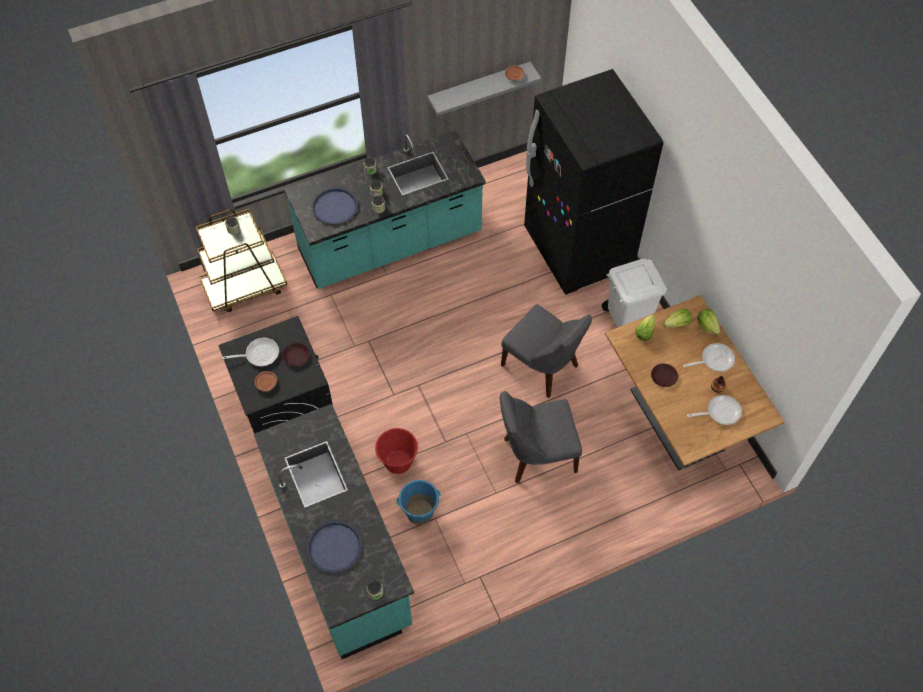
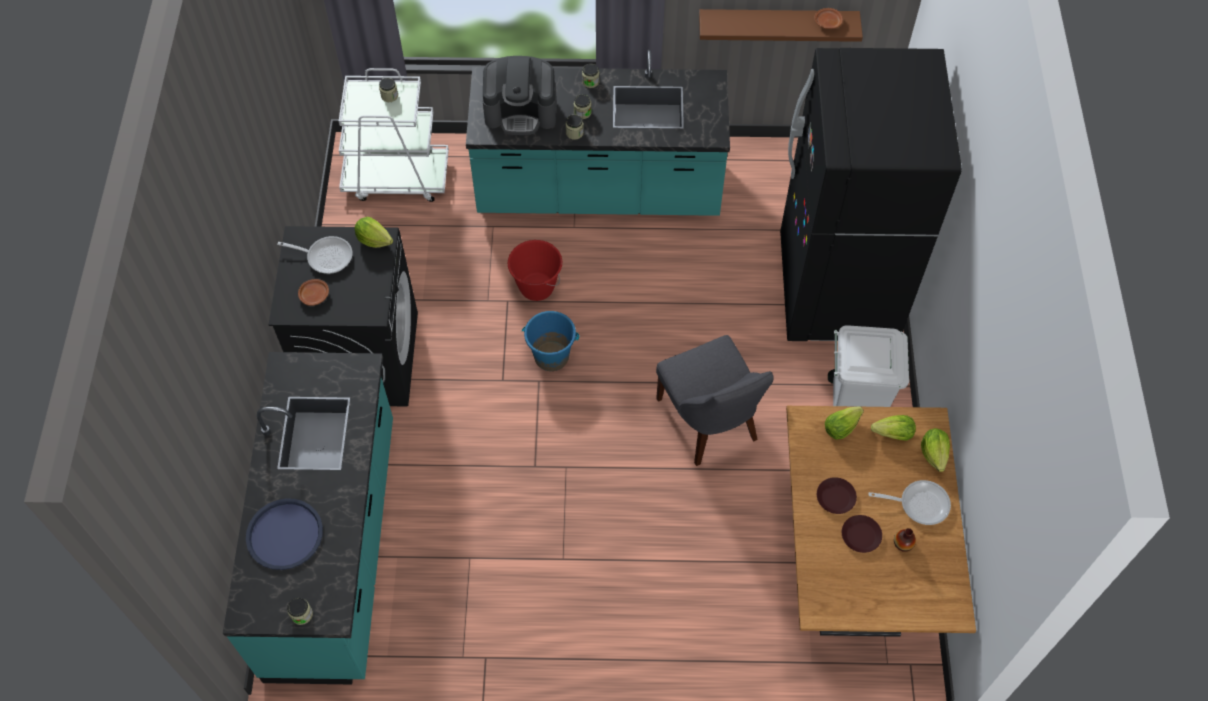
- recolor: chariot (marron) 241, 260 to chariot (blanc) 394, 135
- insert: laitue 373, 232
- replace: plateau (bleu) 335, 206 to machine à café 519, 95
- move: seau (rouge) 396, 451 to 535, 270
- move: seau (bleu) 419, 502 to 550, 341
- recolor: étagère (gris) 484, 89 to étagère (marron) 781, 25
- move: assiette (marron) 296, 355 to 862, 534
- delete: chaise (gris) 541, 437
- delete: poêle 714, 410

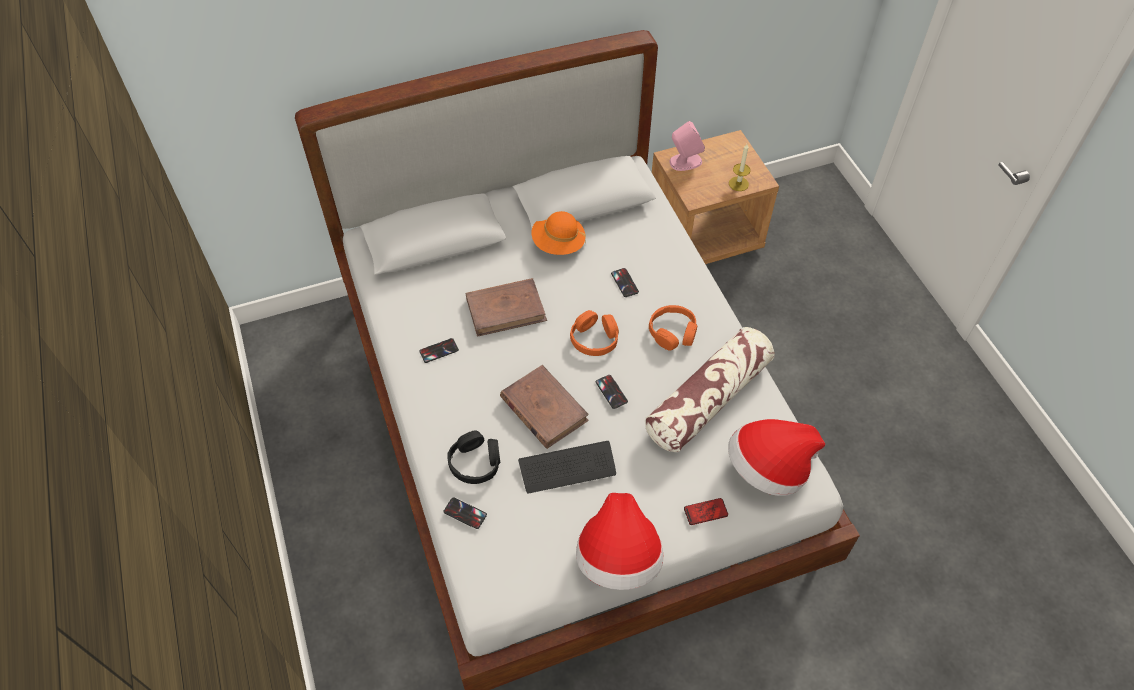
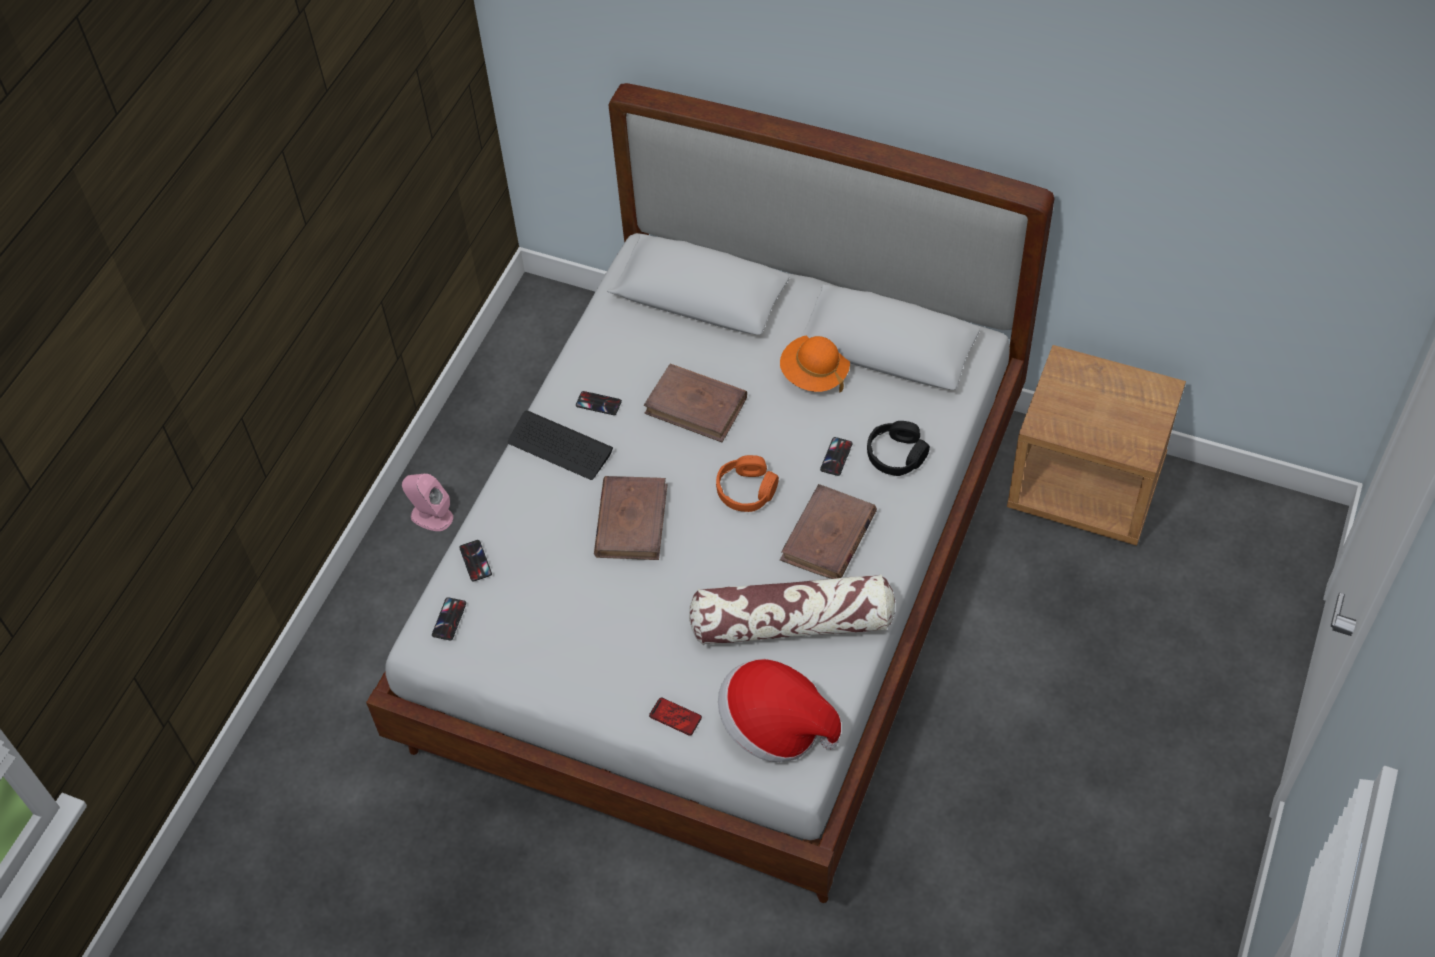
- move: enceinte (rose) 687, 146 to 427, 502
- move: téléphone 612, 392 to 449, 618
- move: clavier 567, 467 to 560, 445
- replace: casque audio (orange) 673, 328 to livre (marron) 828, 531
- move: casque audio (noir) 473, 457 to 898, 448
- delete: chapeau 619, 541
- delete: bougie 739, 167

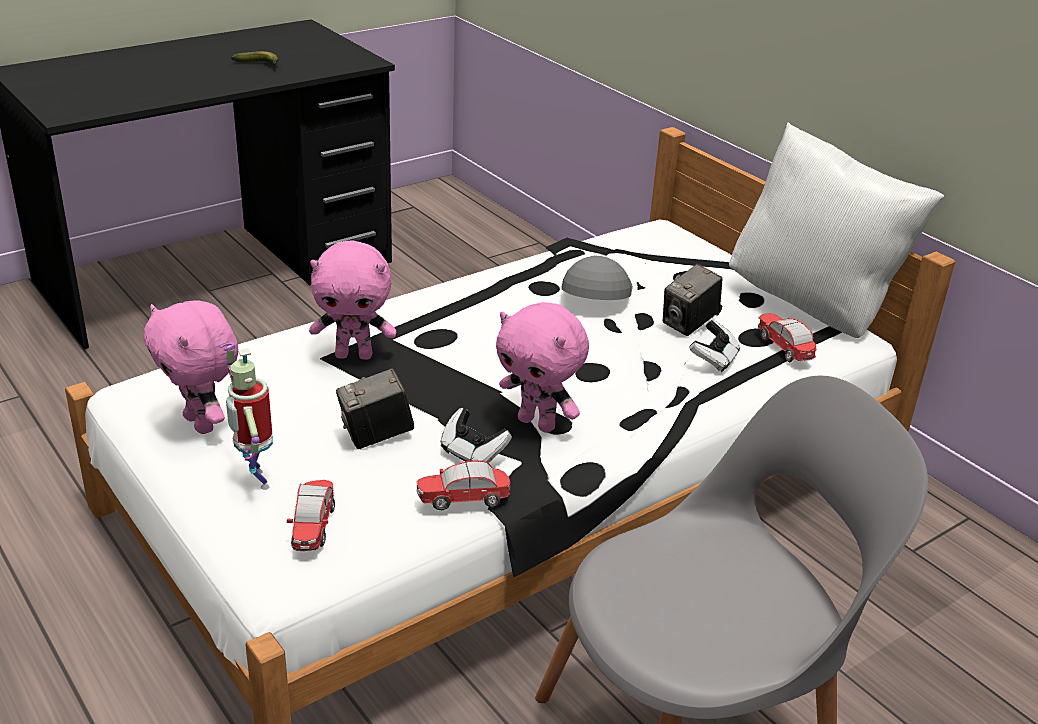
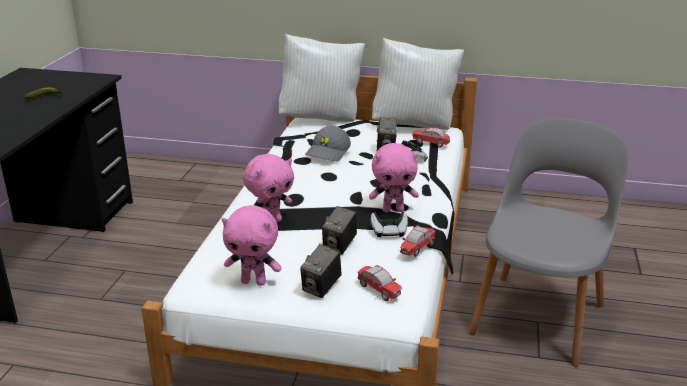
- insert: coussin (blanc) 322, 78
- replace: robot jouet 246, 416 to appareil photo 320, 271
- rotate: casquette (gris) 597, 278 = 328, 144 120 degrees counterclockwise

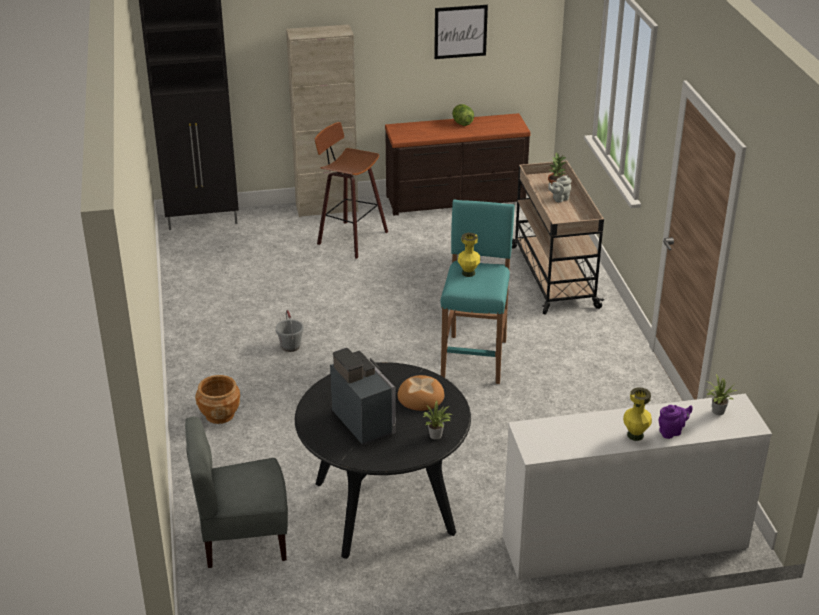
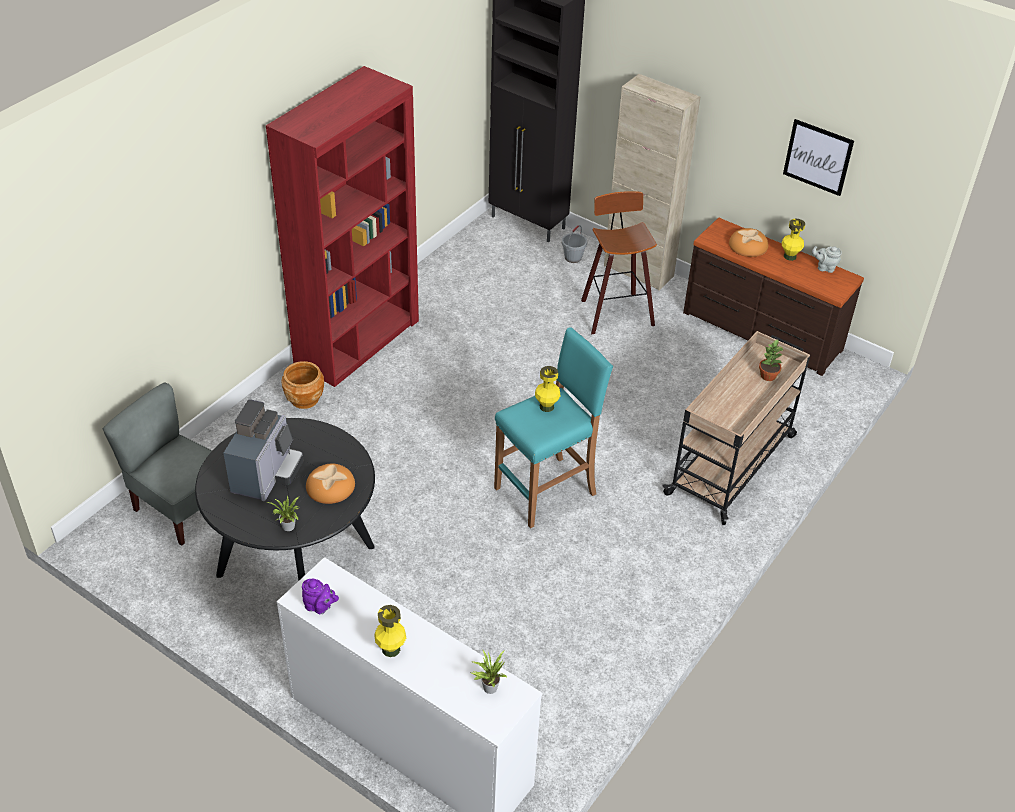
- insert: bibliothèque (rouge) 342, 226
- move: théière (violet) 676, 422 to 320, 596
- move: seau (gris) 290, 331 to 574, 244
- insert: pain 748, 242
- replace: laitue 463, 115 to vase (jaune) 793, 240
- move: théière (gris) 560, 188 to 827, 259

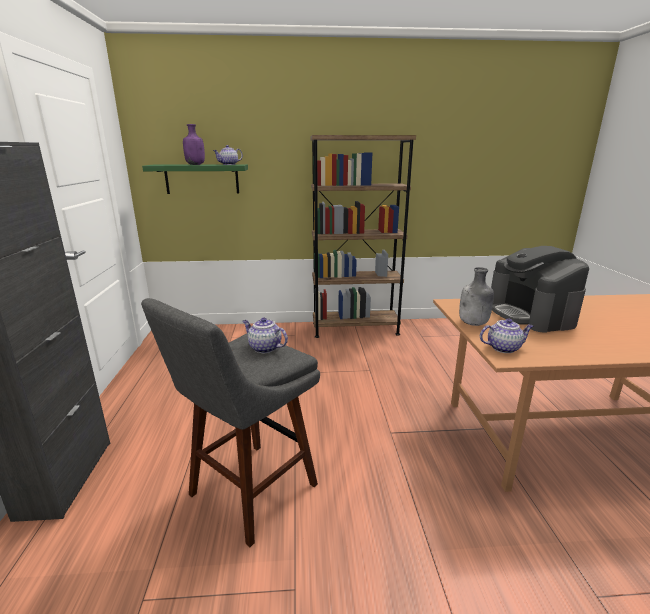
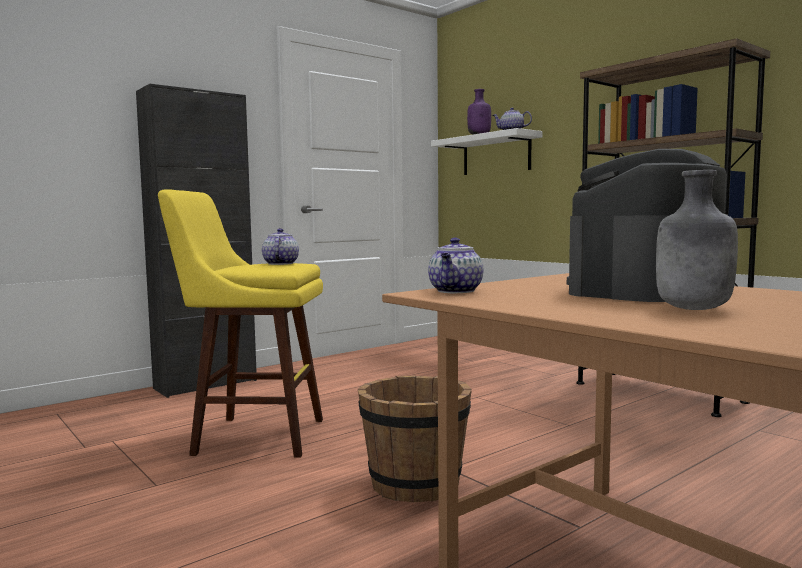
- recolor: tabouret (gris) 230, 422 to tabouret (jaune) 240, 323
- insert: seau (marron) 415, 439
- rotate: théière 506, 335 = 455, 265 60 degrees clockwise
- recolor: étagère (vert) 195, 179 to étagère (blanc) 486, 151
- move: bouteille (gris) 476, 296 to 697, 240

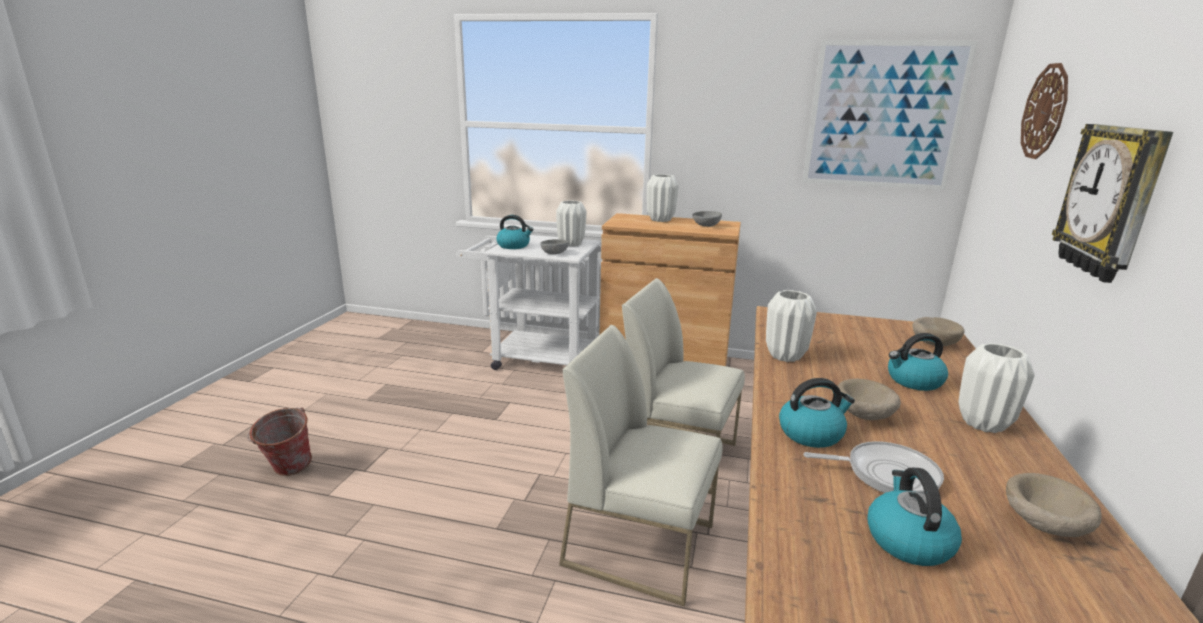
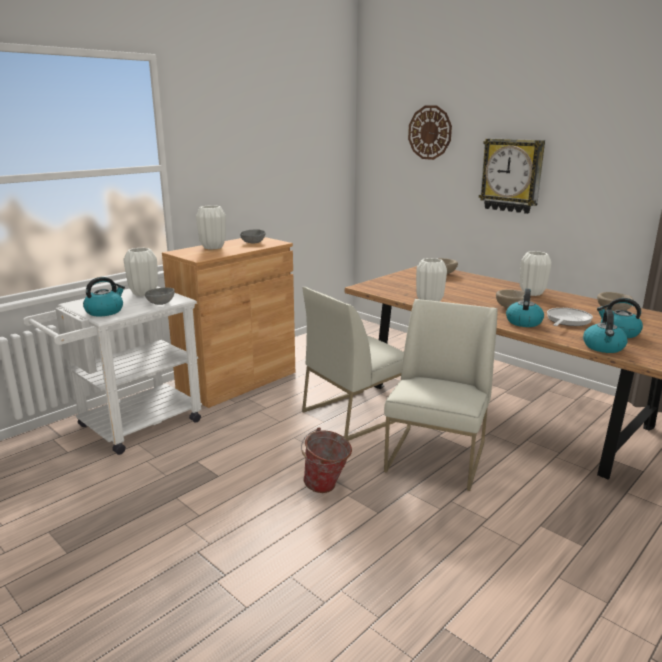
- move: seau 279, 441 to 326, 460
- rotate: chaise (blanc) 640, 465 = 440, 395 150 degrees clockwise
- move: bouilloire 918, 362 to 605, 331
- delete: tableau 890, 115

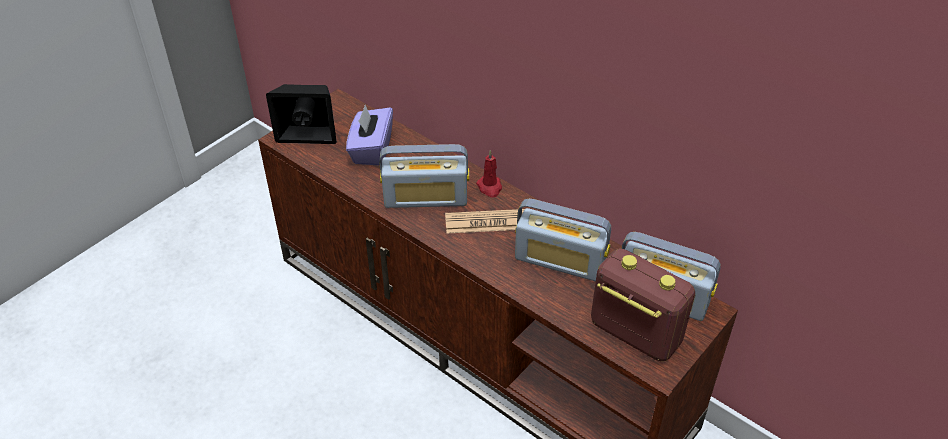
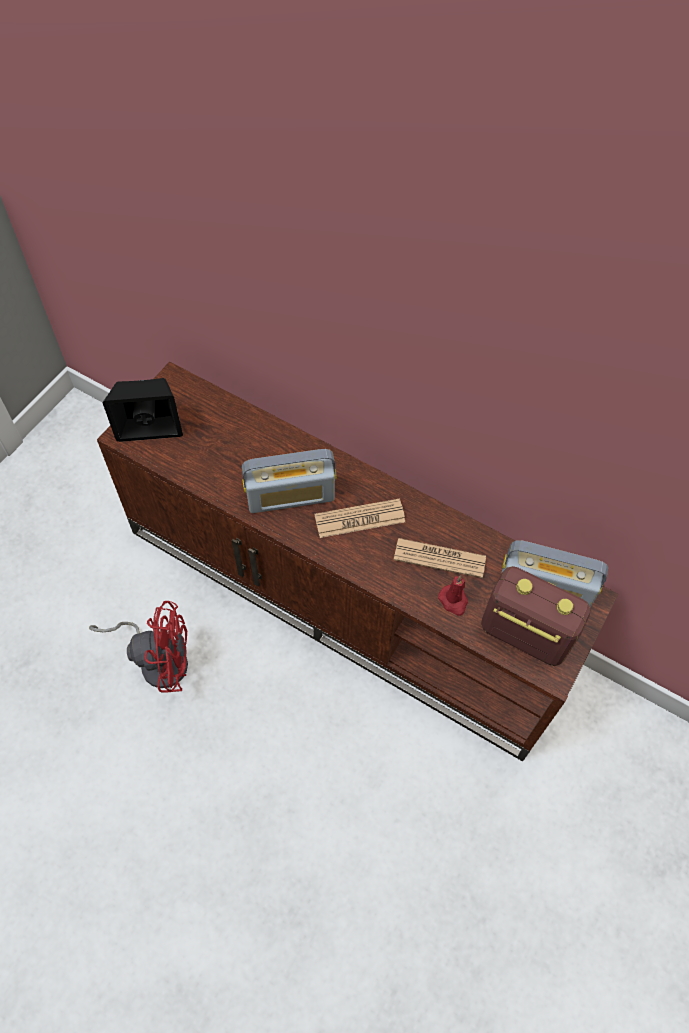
- insert: ventilateur (rouge) 138, 647
- replace: radio 563, 240 to journal 440, 558
- move: bougie (rouge) 489, 173 to 453, 596
- delete: boîte à mouchoirs (violet) 369, 135

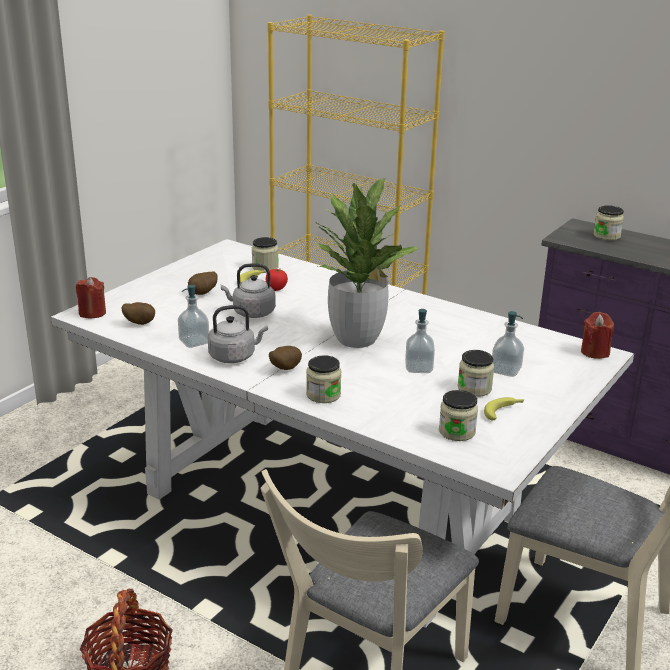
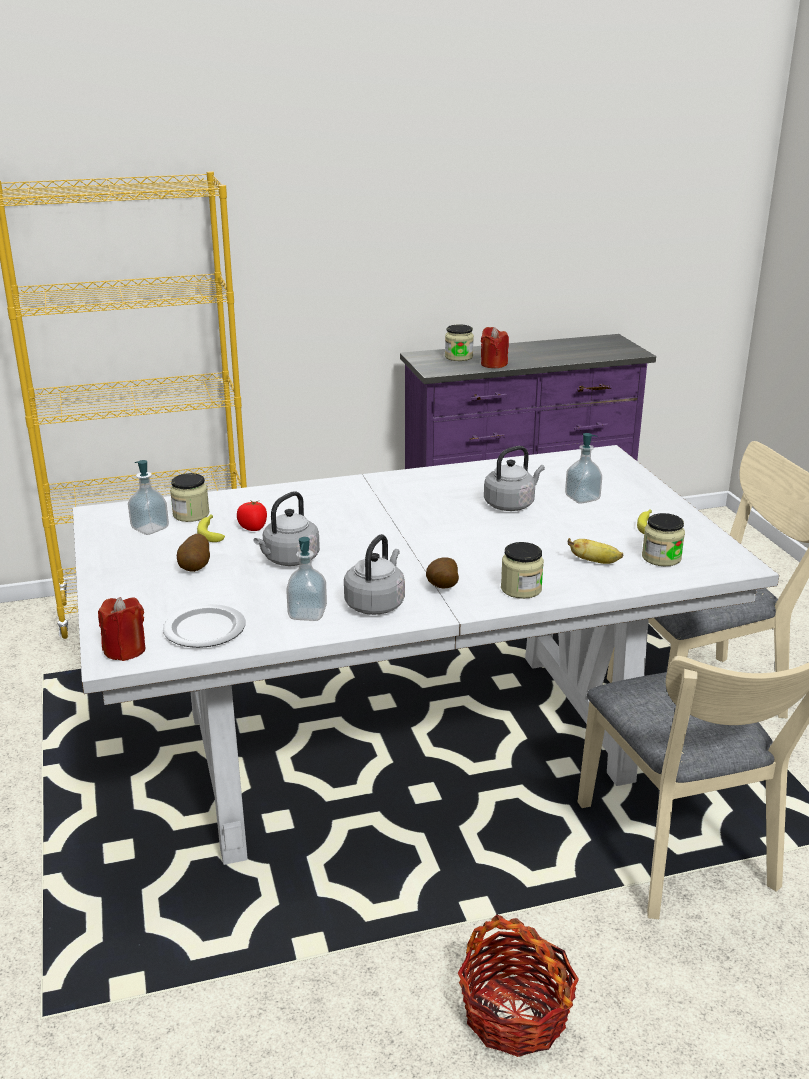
- move: distributeur de savon 420, 341 to 148, 497
- replace: pomme de terre 138, 313 to assiette 204, 626
- move: bougie (rouge) 597, 335 to 495, 347
- insert: bouilloire (gris) 514, 478
- insert: banane 595, 551
- delete: plante en pot 367, 263
- delete: bocal 476, 373

